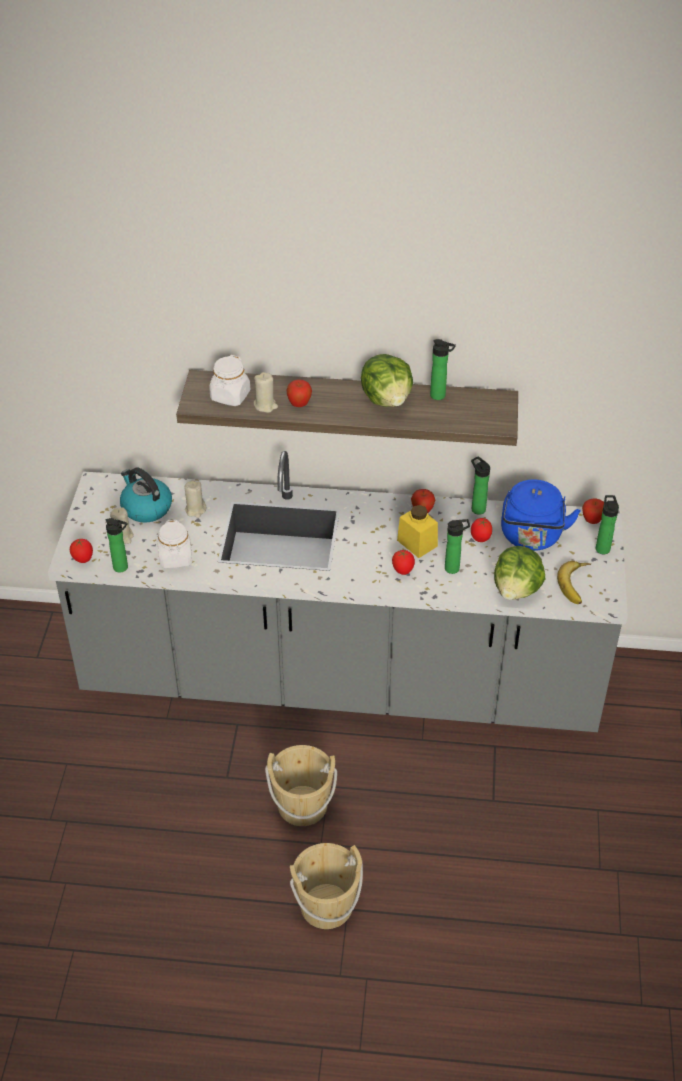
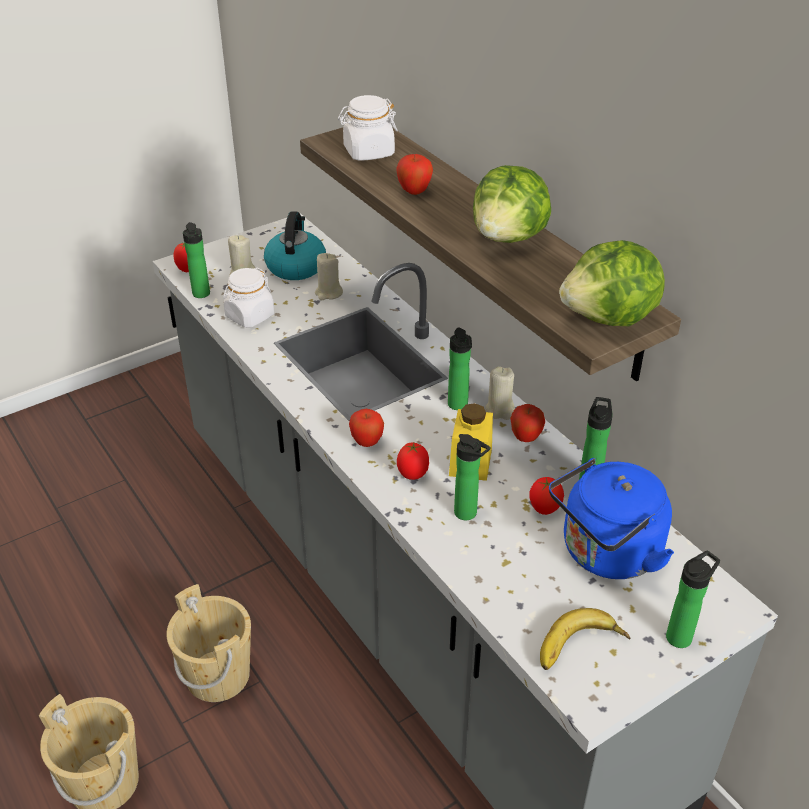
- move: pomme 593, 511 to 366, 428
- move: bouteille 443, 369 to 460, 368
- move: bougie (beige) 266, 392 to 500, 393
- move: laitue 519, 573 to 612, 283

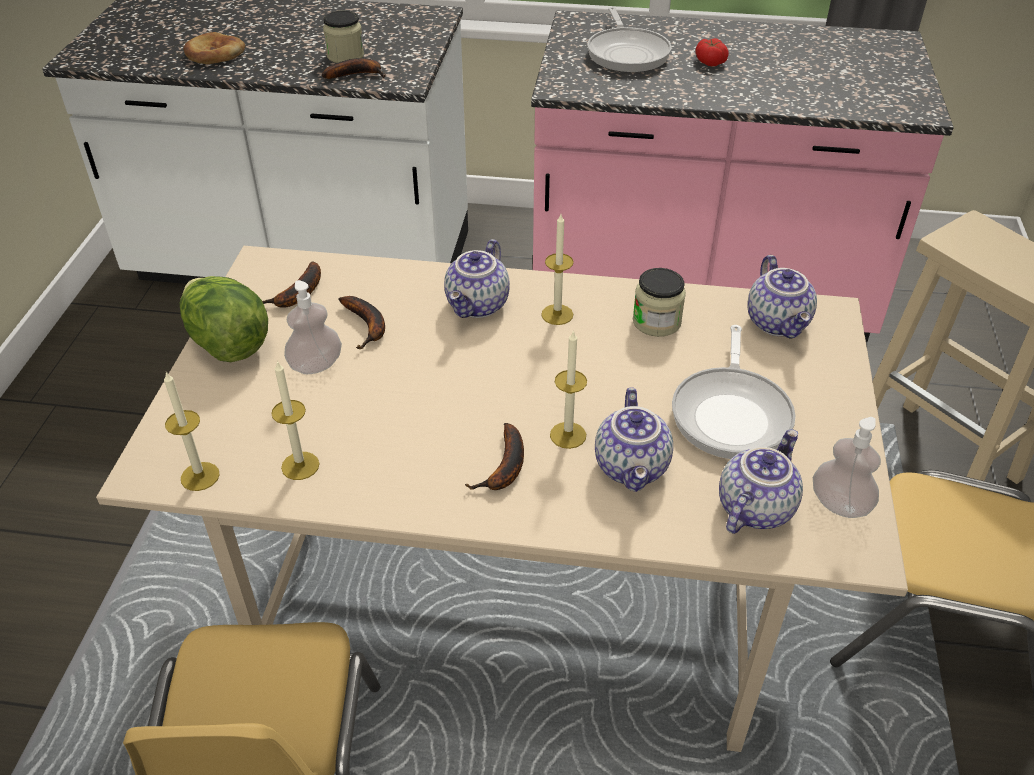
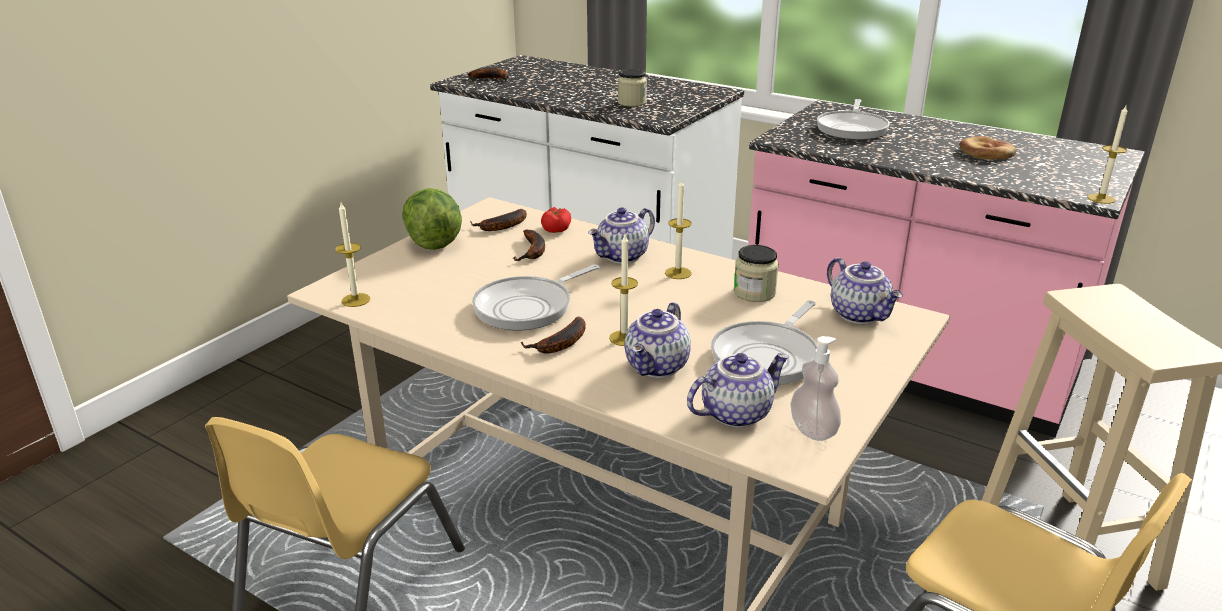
- move: banane 354, 68 to 488, 74
- insert: poêle 535, 297
- move: tomate 712, 52 to 556, 220
- rotate: théière 782, 297 = 865, 291 45 degrees counterclockwise
- move: pain 214, 48 to 987, 147
- move: bougie 295, 420 to 1107, 154
- delete: distributeur de savon 313, 327

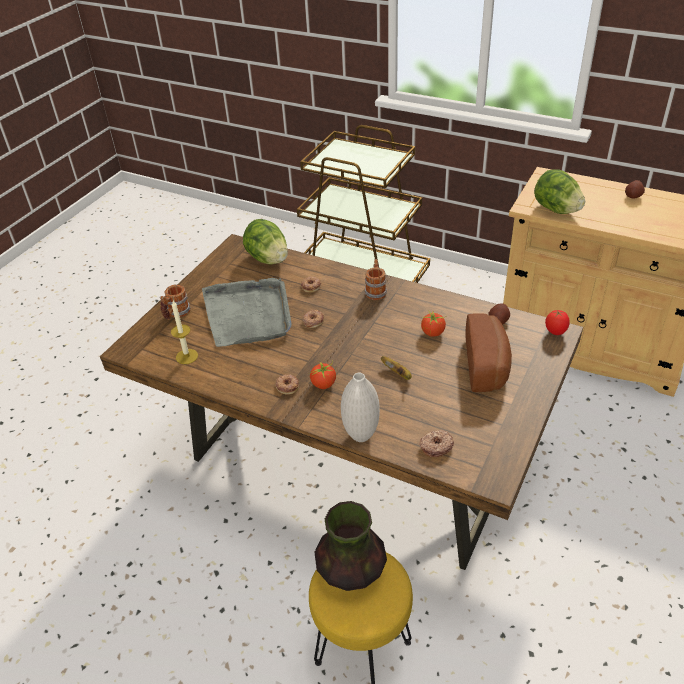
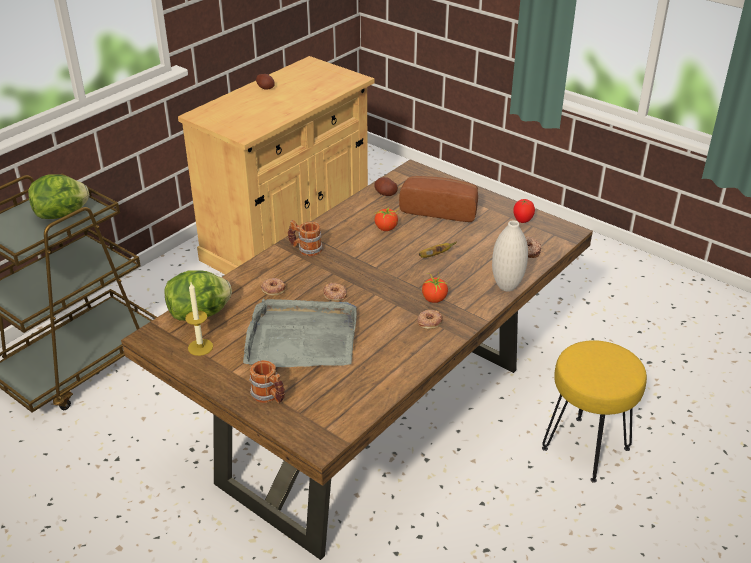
- move: laitue 559, 191 to 58, 197
- move: bougie 184, 332 to 199, 319
- move: tomate 557, 322 to 524, 211
- delete: vase 351, 546

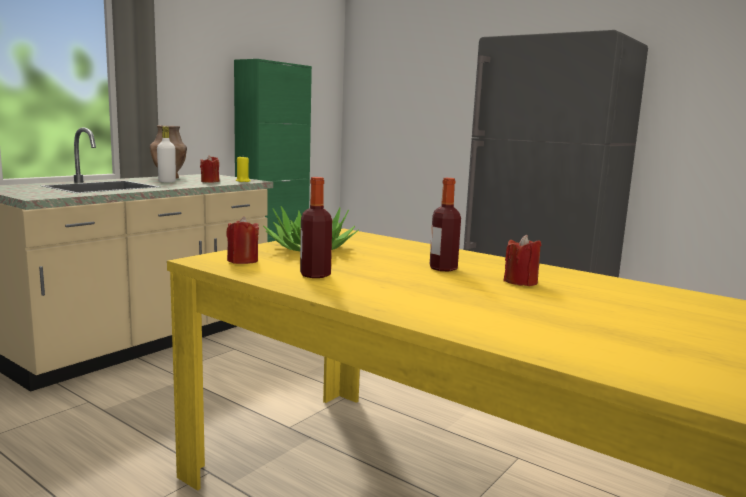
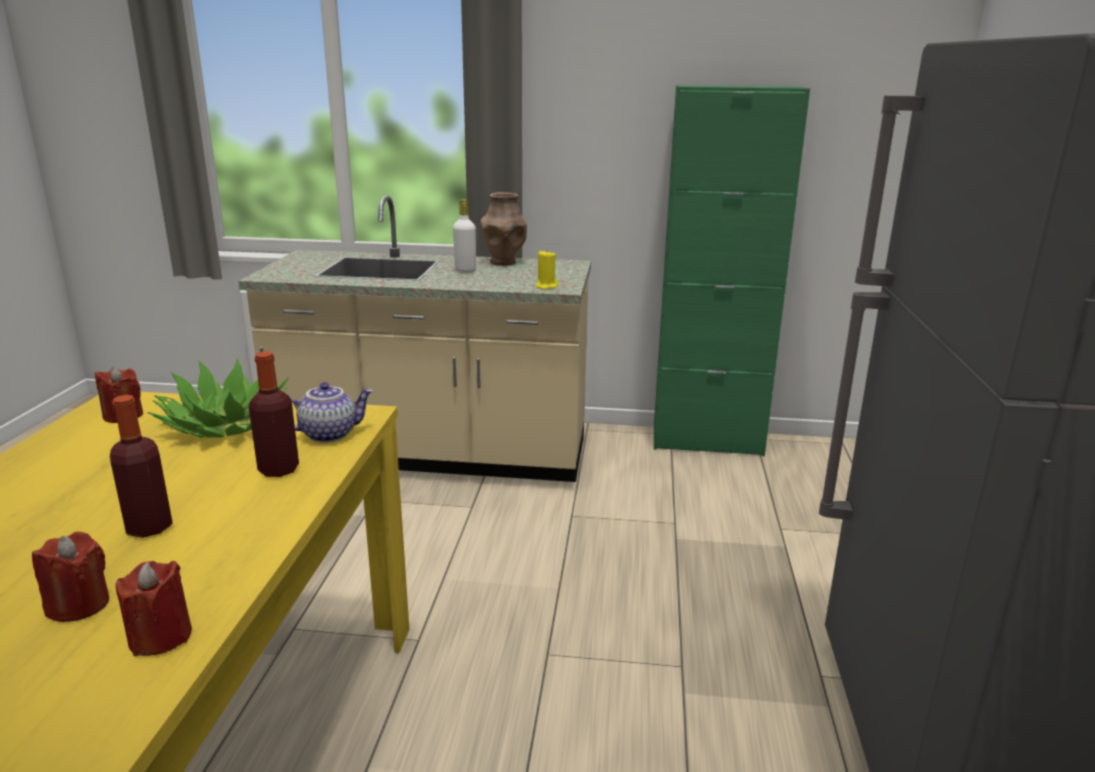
- move: bougie (rouge) 209, 168 to 154, 608
- move: bouteille 316, 227 to 274, 414
- insert: théière 332, 412

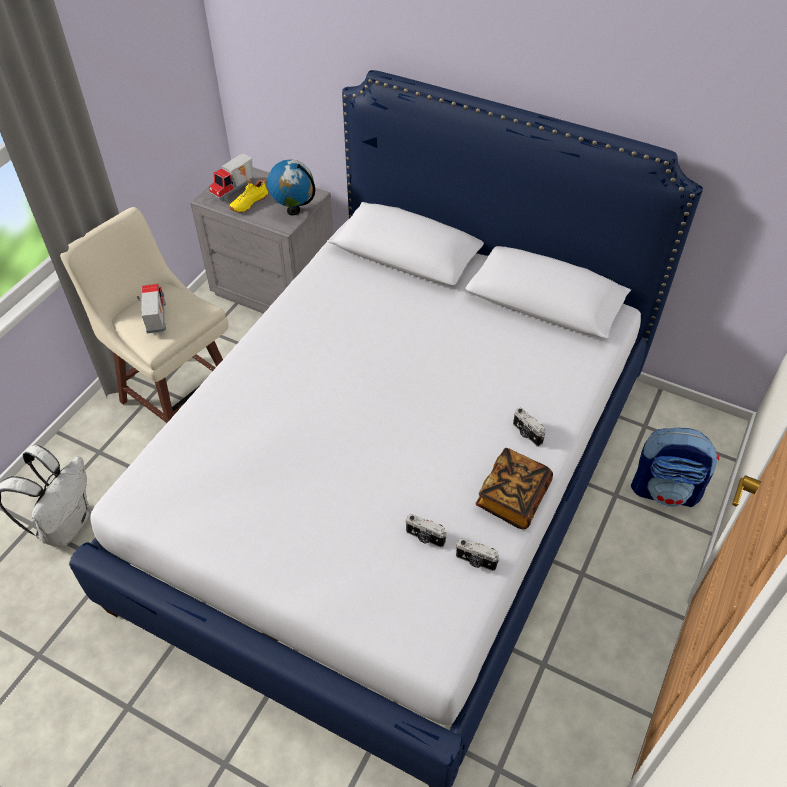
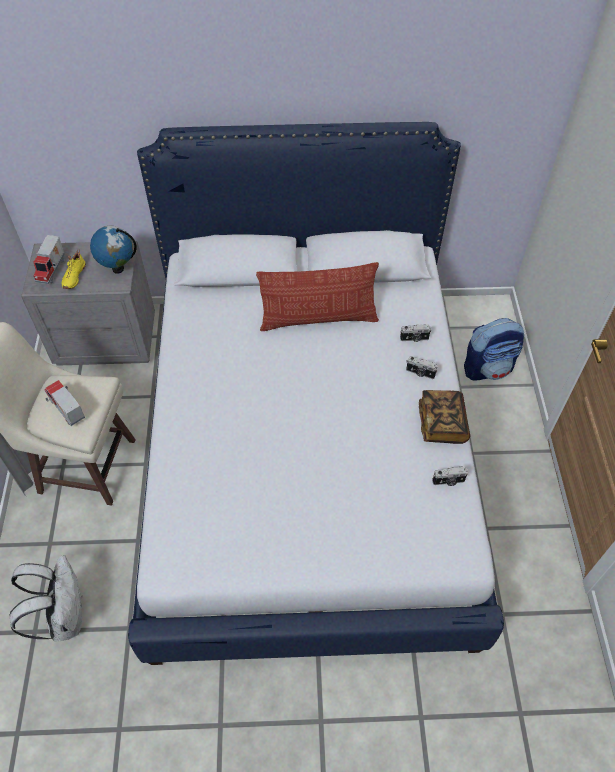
- insert: coussin 317, 296
- move: appareil photo 426, 530 to 415, 333

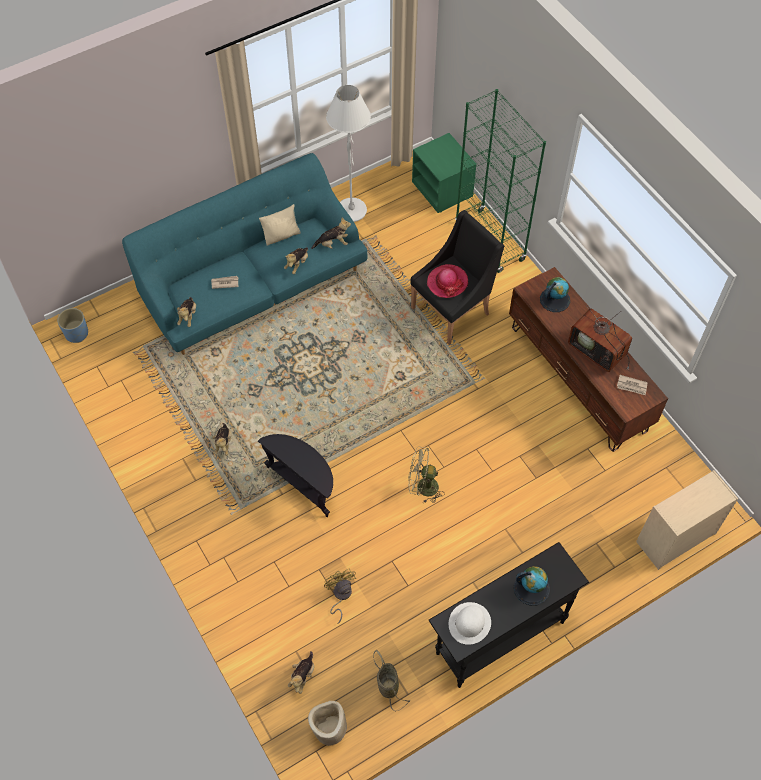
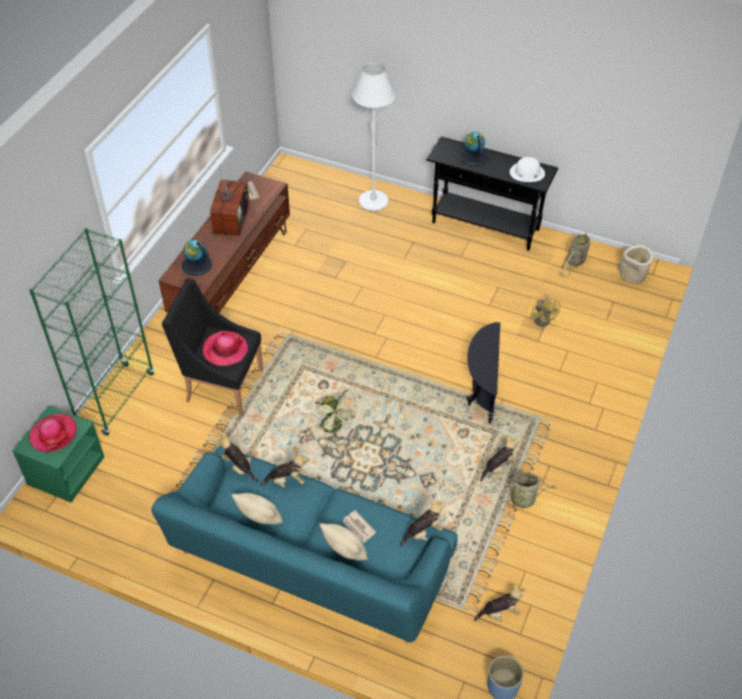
- insert: chapeau 53, 433
- move: ventilateur (vert) 426, 475 to 334, 413
- insert: coussin (beige) 343, 541
- move: lampadaire (blanc) 348, 153 to 374, 136
- move: peluche 301, 672 to 499, 603
- insert: panier 528, 493
- rotate: ventilateur (jaune) 340, 596 = 545, 310 45 degrees counterclockwise
- delete: commode (beige) 687, 520

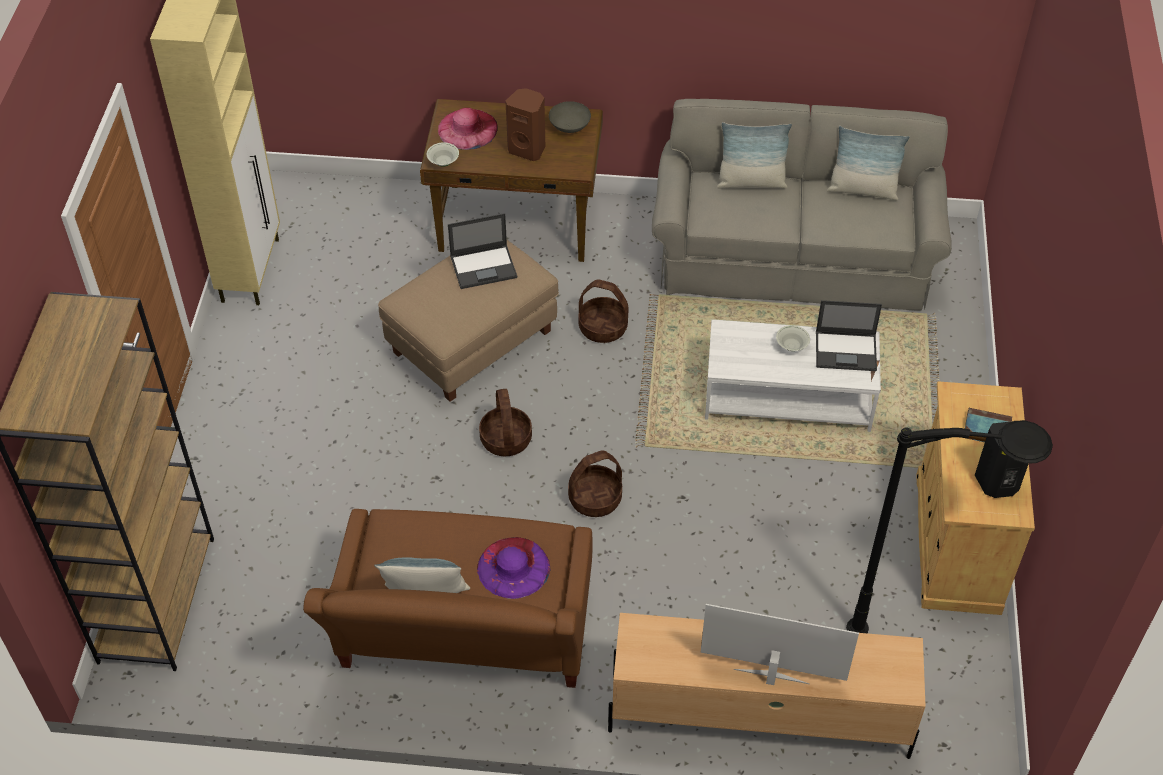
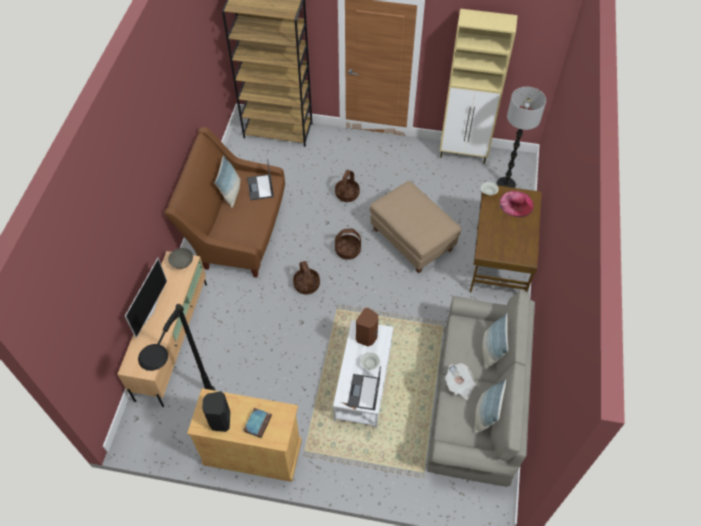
- move: bol (gris) 570, 117 to 180, 258
- move: ordinateur portable 482, 251 to 260, 179
- move: panier 603, 311 to 347, 186
- move: enceinte (marron) 525, 124 to 367, 327
- insert: journal 460, 381
- insert: lampadaire 521, 137
- delete: chapeau (violet) 513, 568

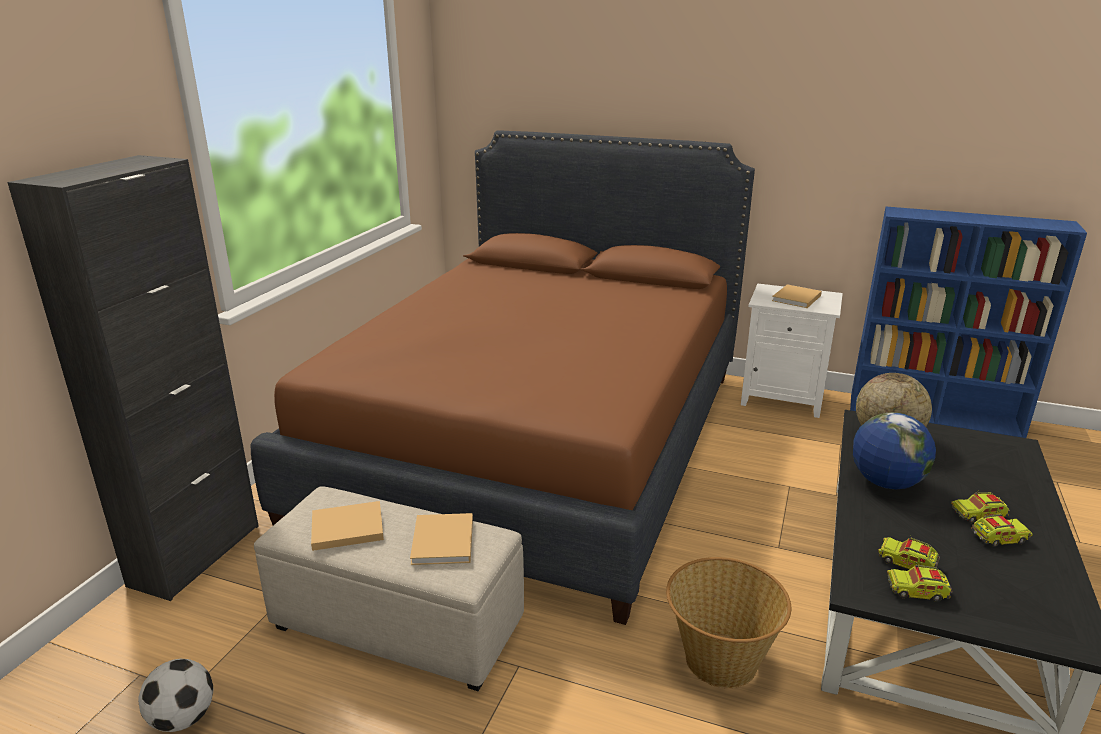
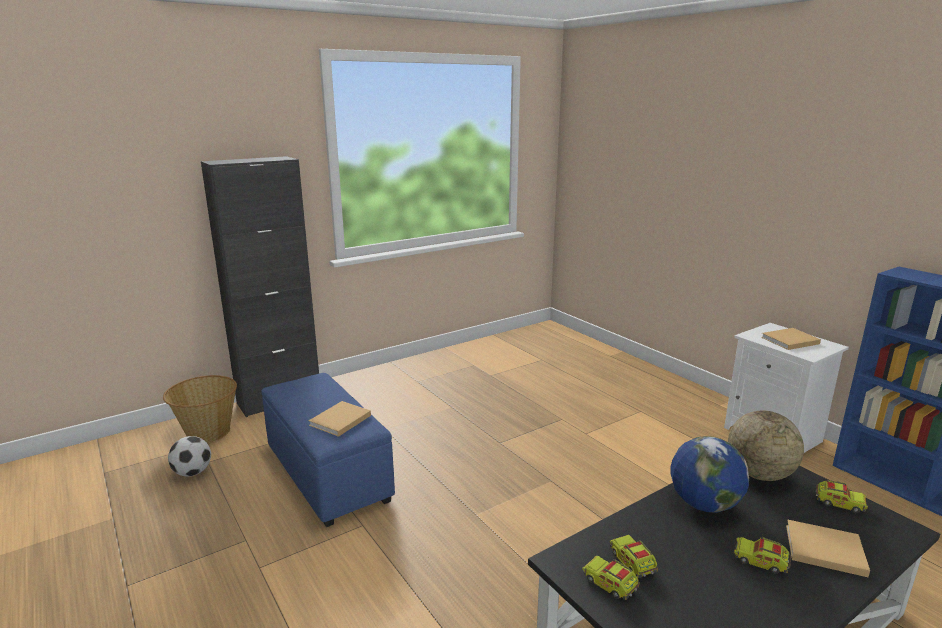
- move: panier 728, 622 to 200, 409
- recolor: pouf (beige) 389, 588 to pouf (bleu) 328, 450
- move: livre (beige) 347, 526 to 828, 548
- move: camion jouet 1002, 530 to 842, 496
- delete: lit (marron) 502, 377

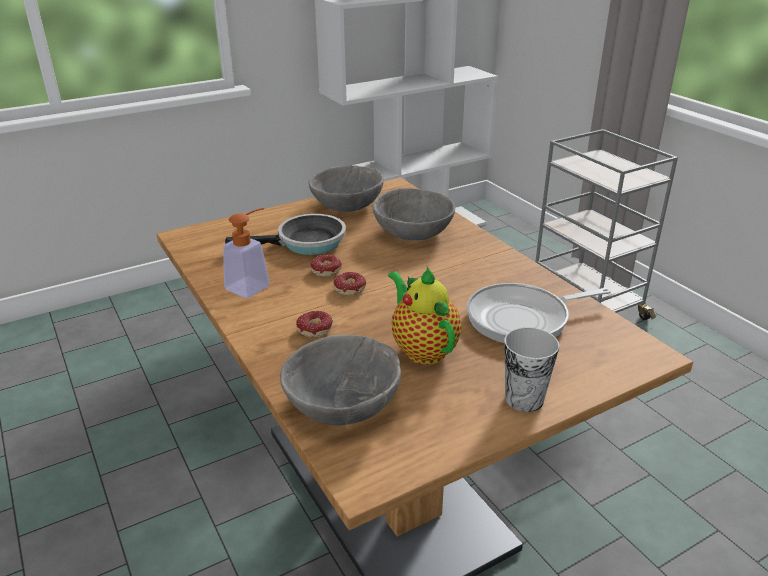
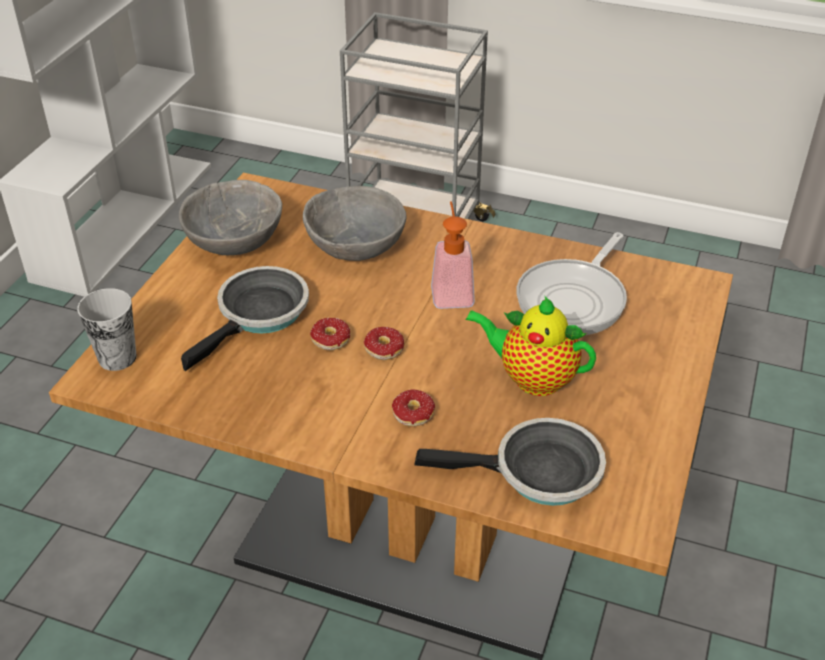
- move: tasse 532, 369 to 106, 329
- replace: bol (gris) 340, 380 to poêle 510, 462
- move: distributeur de savon 246, 253 to 453, 255

